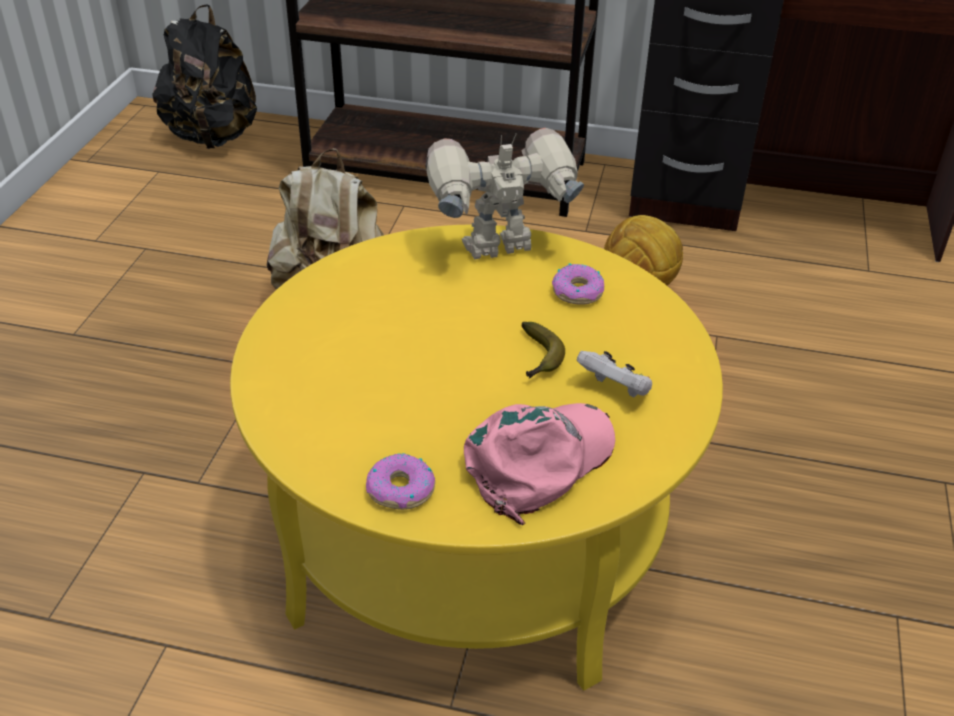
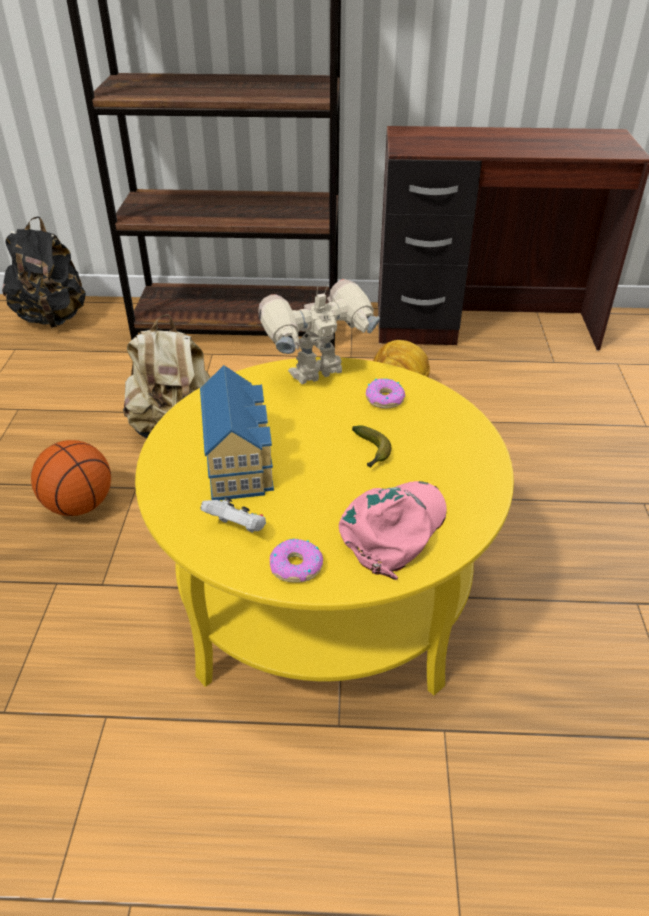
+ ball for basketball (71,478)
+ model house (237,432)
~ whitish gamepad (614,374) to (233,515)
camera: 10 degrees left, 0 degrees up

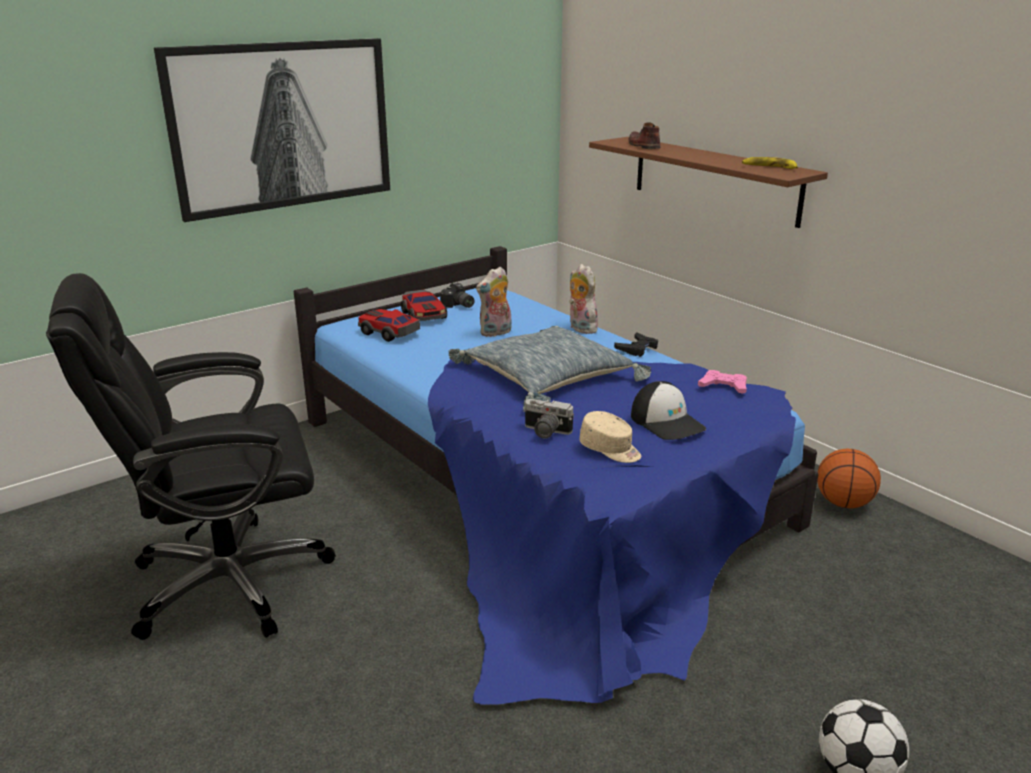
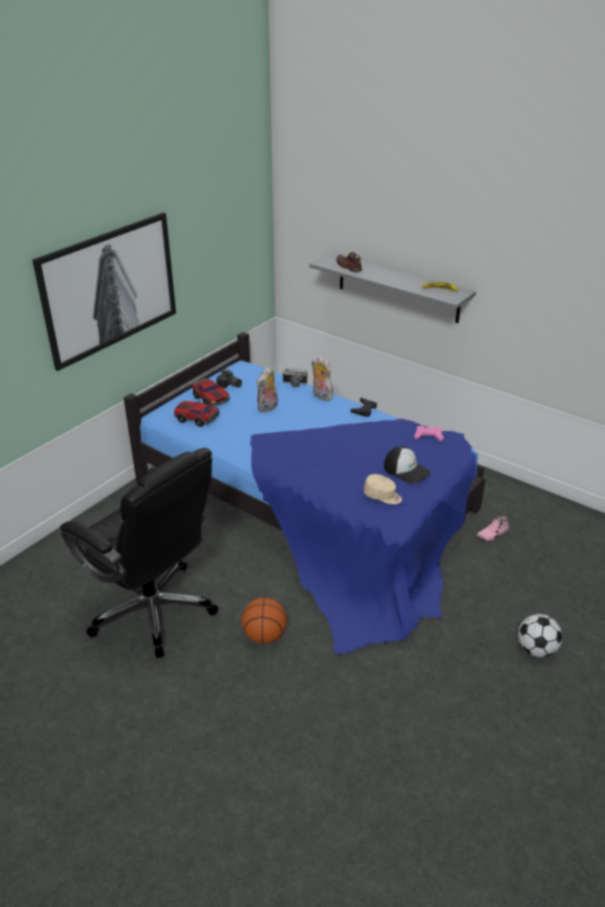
- pillow (549,367)
+ pink low shoe (492,528)
~ photo camera (548,419) to (294,377)
~ ball for basketball (849,478) to (264,620)
~ brown bracket shelf (708,182) to gray bracket shelf (392,288)
~ blackish office chair (191,456) = (139,553) 105 degrees counterclockwise
camera: 15 degrees left, 10 degrees up

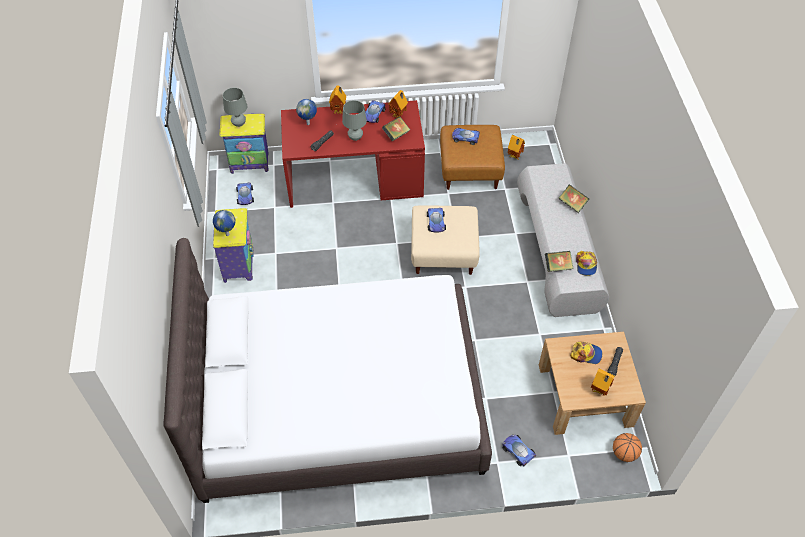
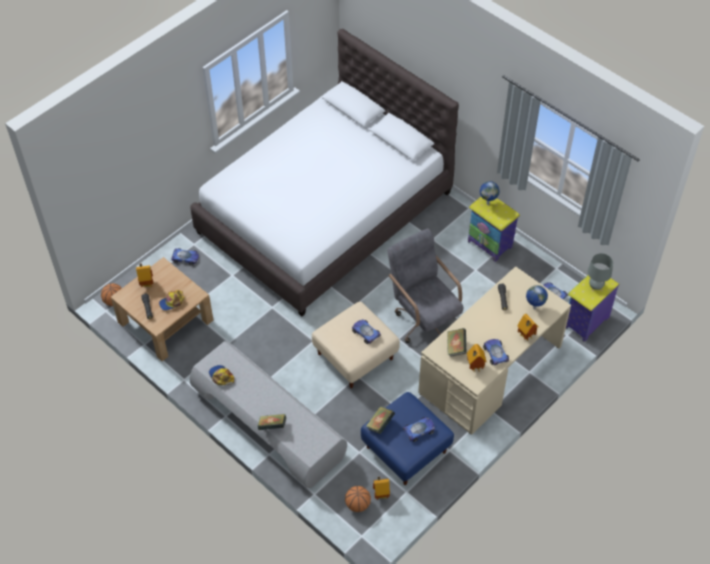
- gray tabletop lamp (354,120)
+ ball for basketball (358,499)
+ gray office chair (425,286)
~ volume (559,261) to (380,420)
~ reddish desk unit (353,154) to beige desk unit (494,350)
~ brown pouffe (472,157) to bluish pouffe (407,438)
camera: 140 degrees right, 0 degrees up

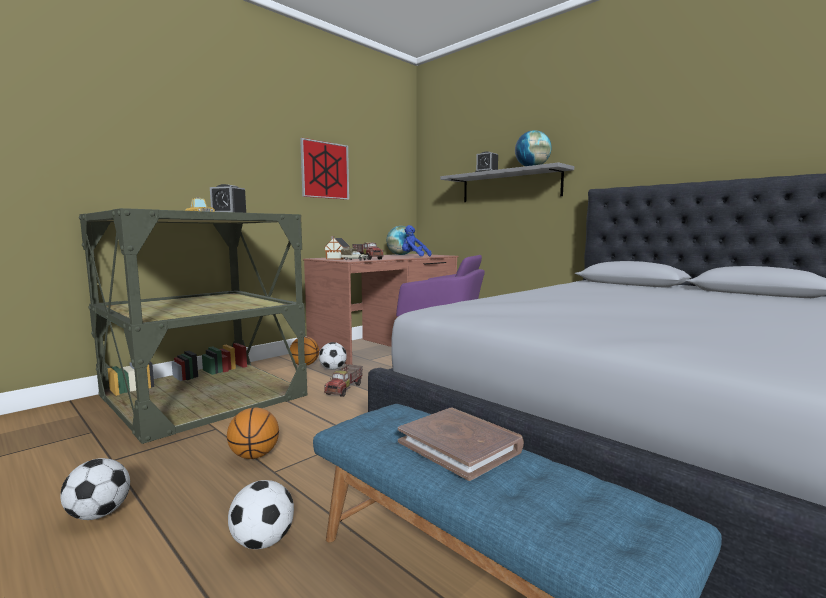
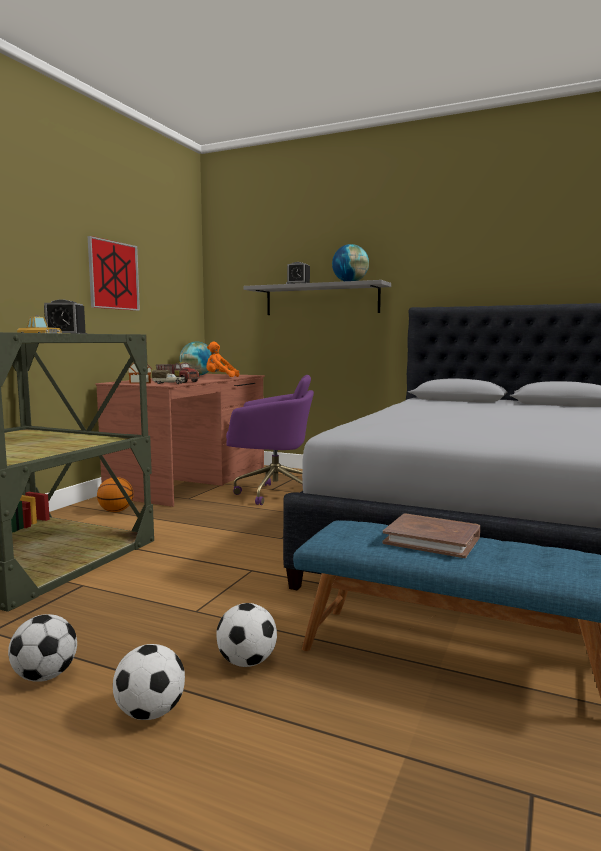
- ball for basketball (253,433)
- model truck (343,380)
~ football (333,356) to (149,682)
~ bluish cuddly toy (416,241) to orangey cuddly toy (222,359)
camera: 20 degrees left, 0 degrees up

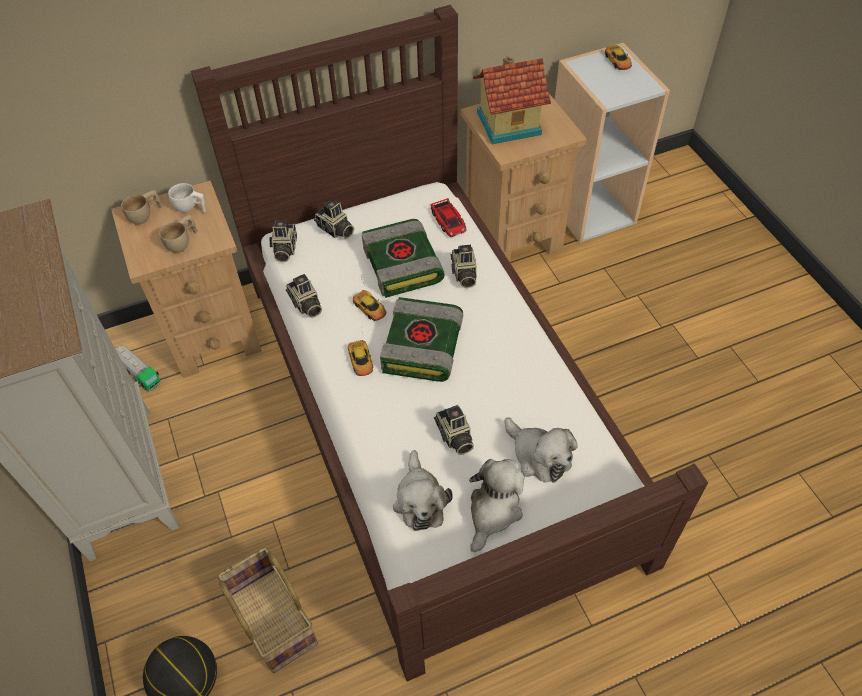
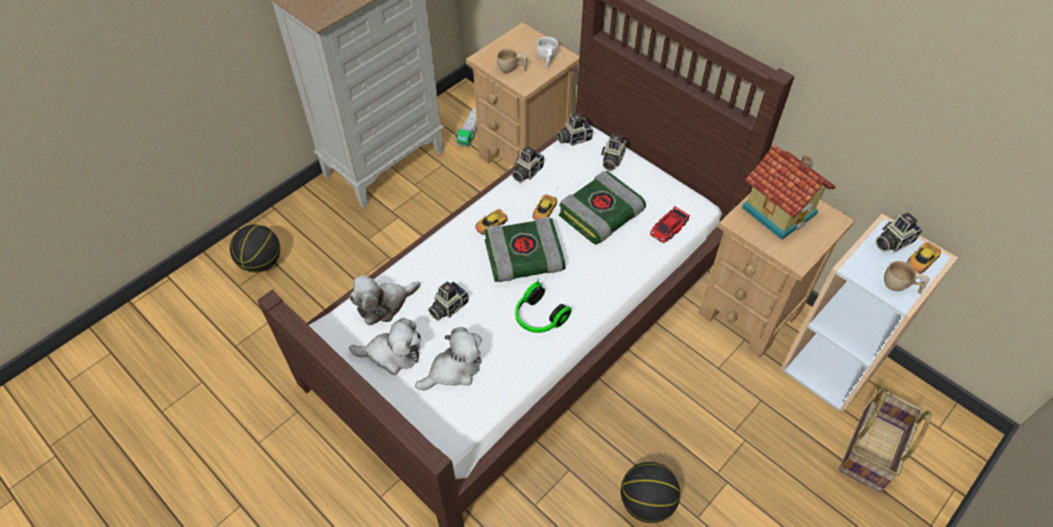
+ pair of headphones (543,306)
+ ball for basketball (650,492)
~ beige cup (142,207) to (907,277)
~ basket (267,610) to (885,440)
~ photo camera (464,266) to (899,232)
~ cuddly toy (541,450) = (448,358) 150 degrees counterclockwise
camera: 65 degrees right, 0 degrees up

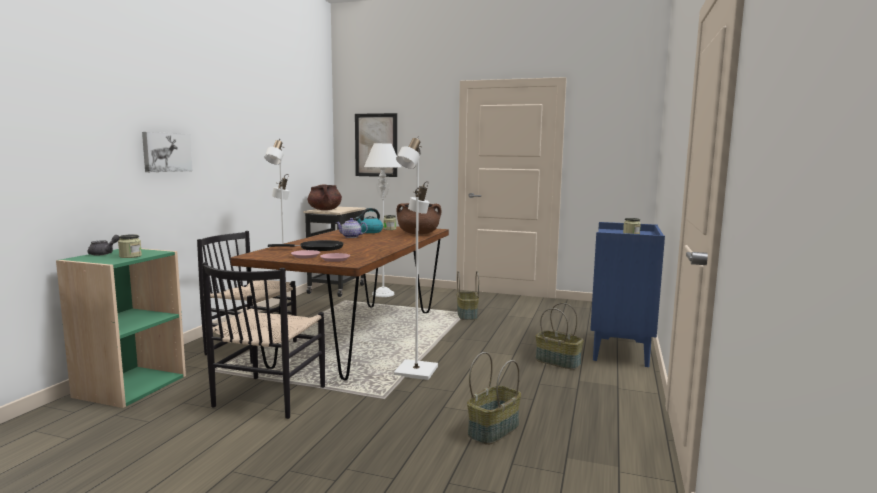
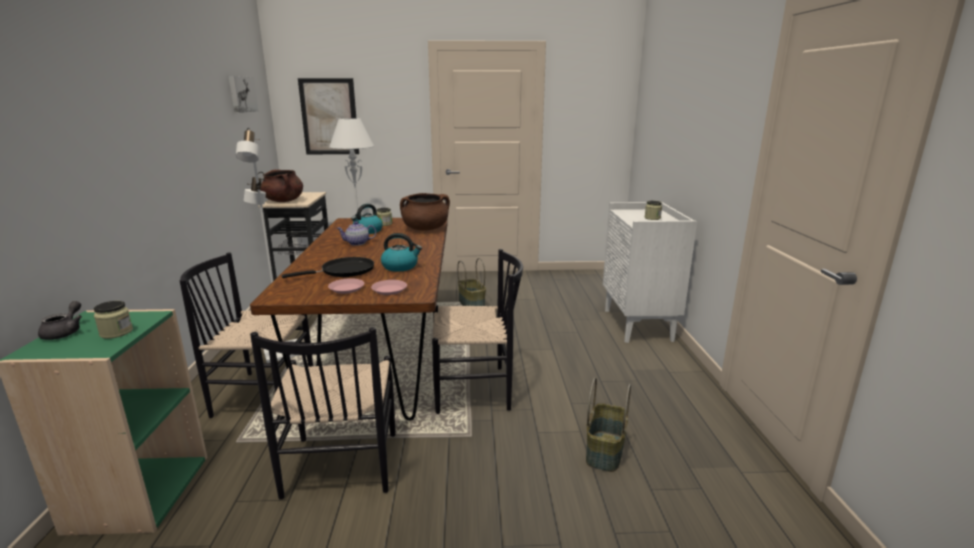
- basket (559,336)
+ water kettle (401,252)
~ wall art (167,152) to (243,94)
~ whitish standard lamp (416,258) to blackish upright chair (477,331)
~ bluish storage cabinet (627,294) to whitish storage cabinet (650,272)
camera: 20 degrees left, 10 degrees up

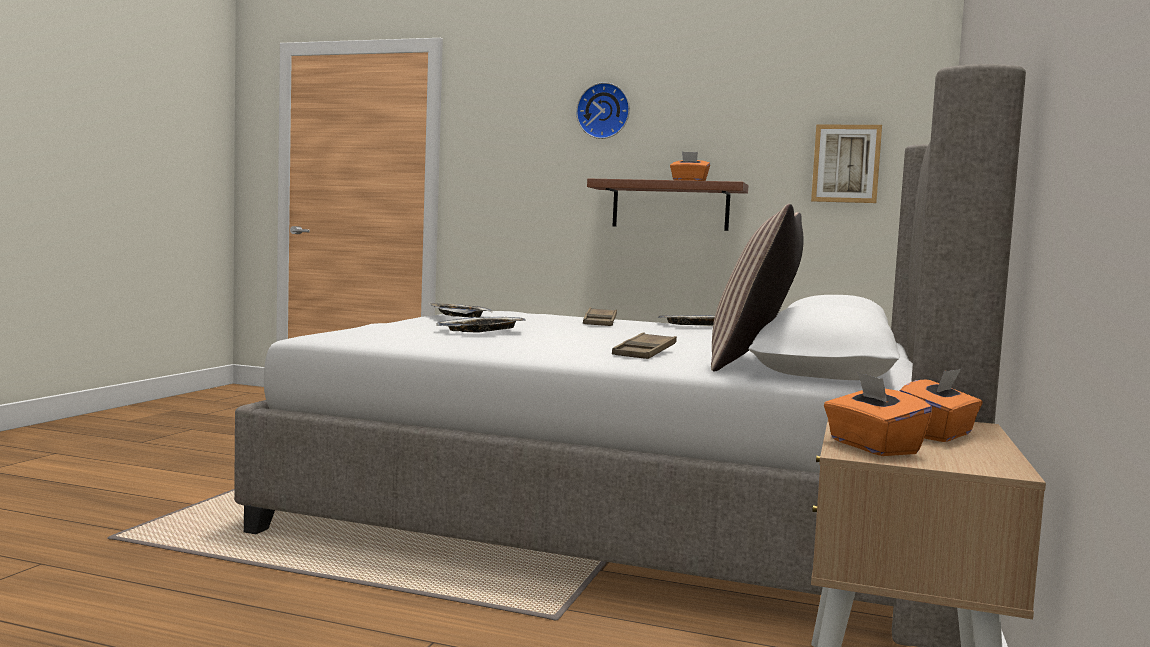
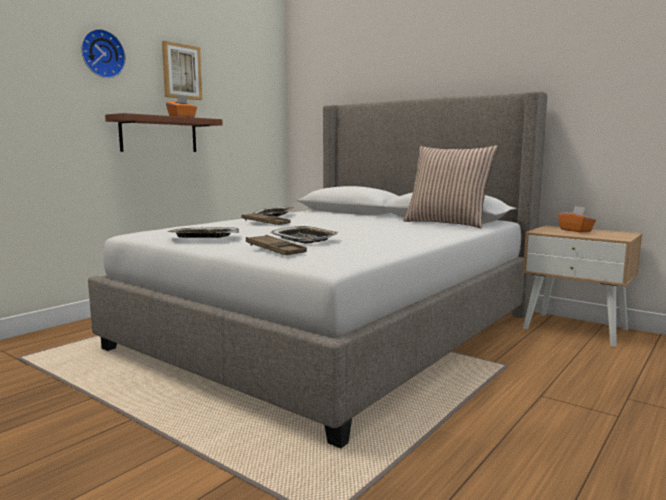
- orangey tissue box (878,414)
~ brown tray (644,346) to (276,245)
~ wall art (846,164) to (182,70)
camera: 70 degrees left, 5 degrees up

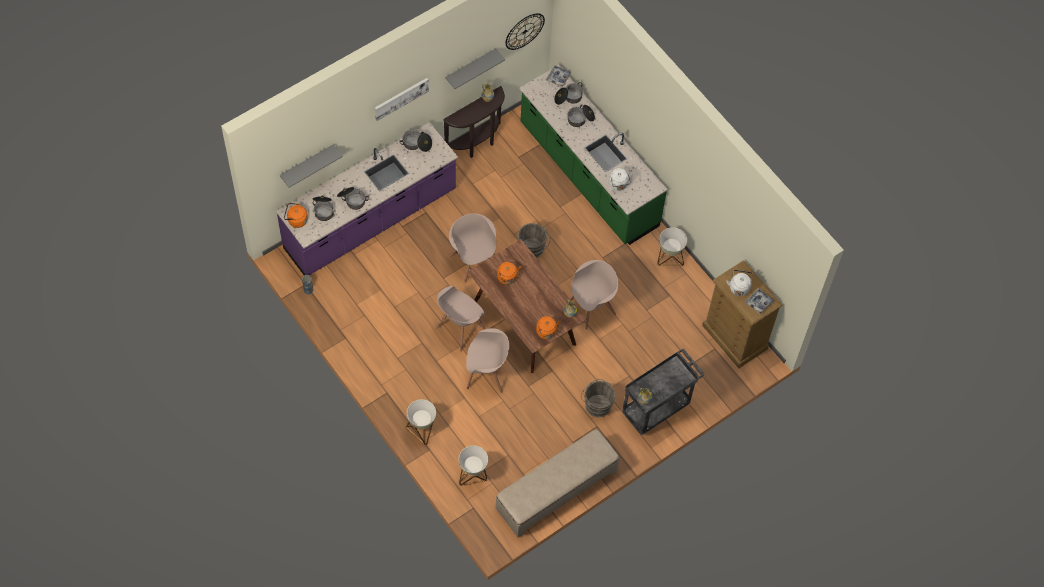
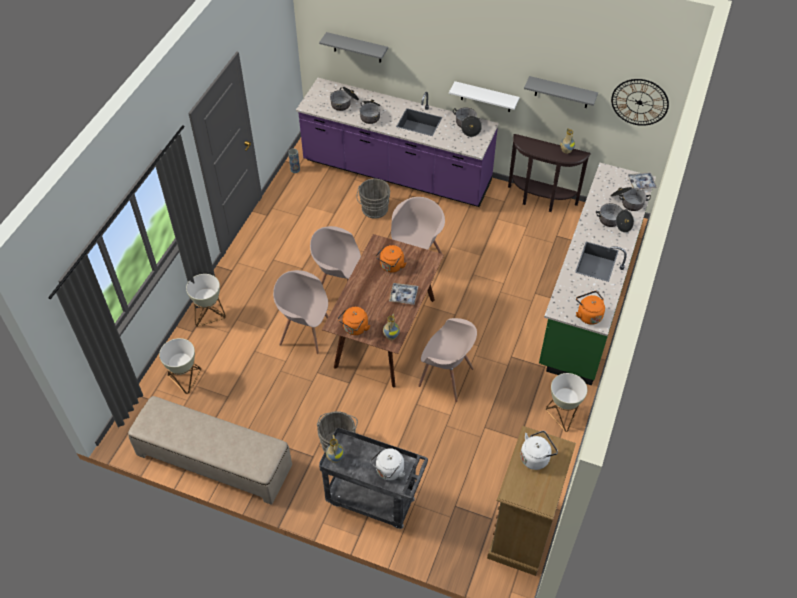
- wall art (402,99)
+ whitish bracket shelf (484,96)
~ orangey water kettle (296,215) to (590,308)
~ gray pail (534,240) to (373,199)
~ whitish water kettle (621,179) to (387,464)
~ tray (759,301) to (403,294)
~ beige upright chair (487,360) = (301,312) 135 degrees clockwise
camera: 60 degrees right, 10 degrees down

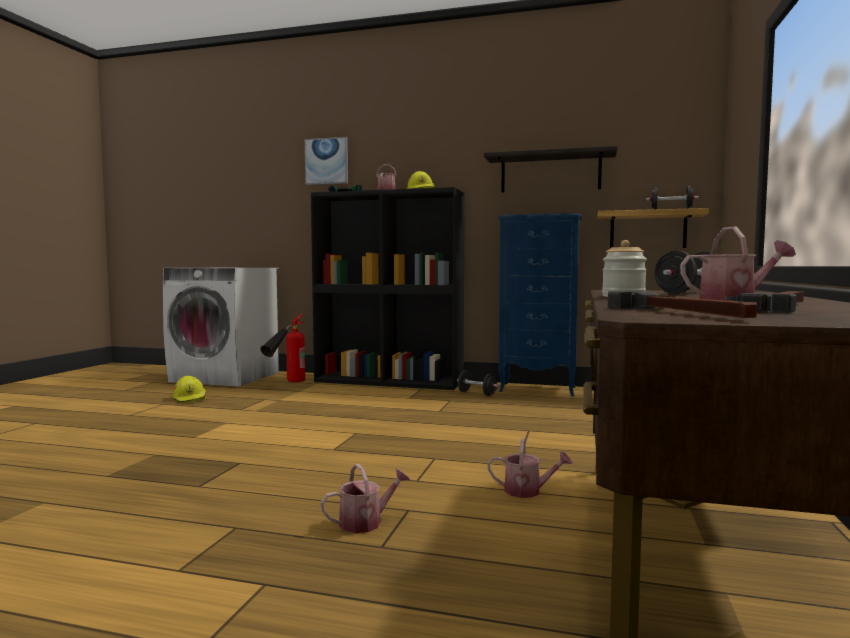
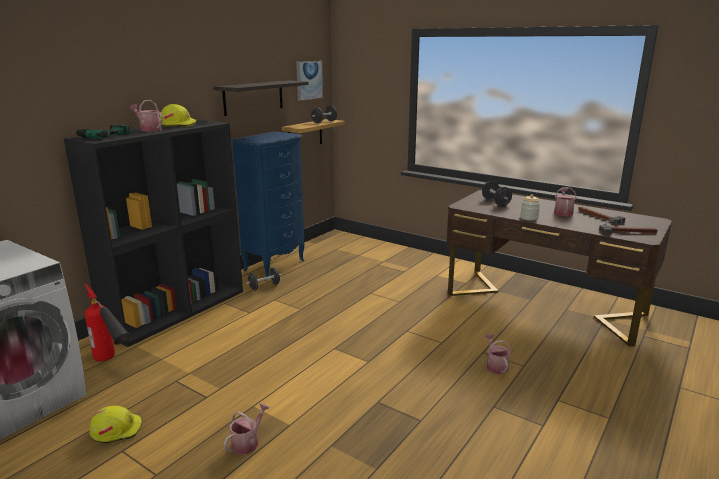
~ wall art (326,161) to (309,81)
~ watering pot (530,468) to (246,429)
camera: 70 degrees left, 15 degrees up

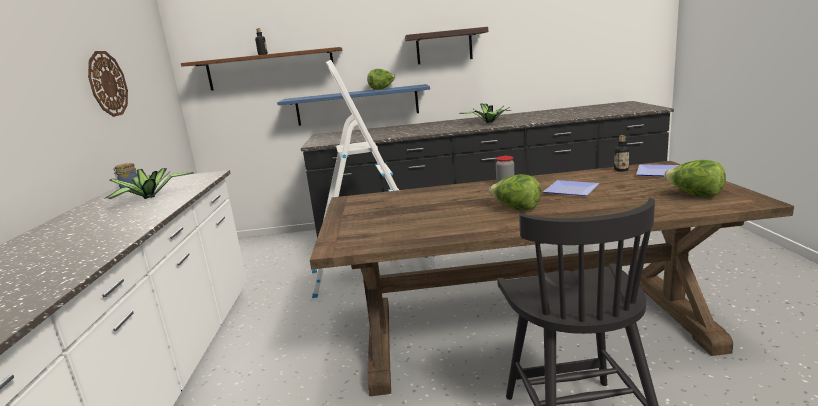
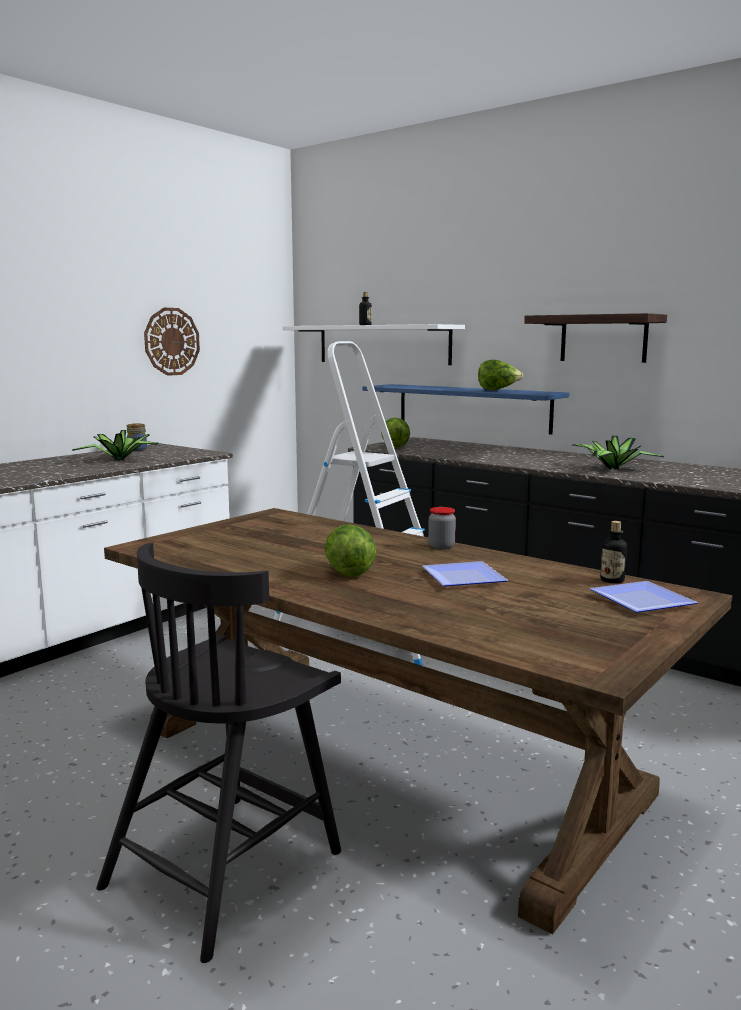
~ head of lettuce (695,178) to (395,433)
~ brown bracket shelf (261,69) to whitish bracket shelf (374,344)
camera: 40 degrees right, 5 degrees down

